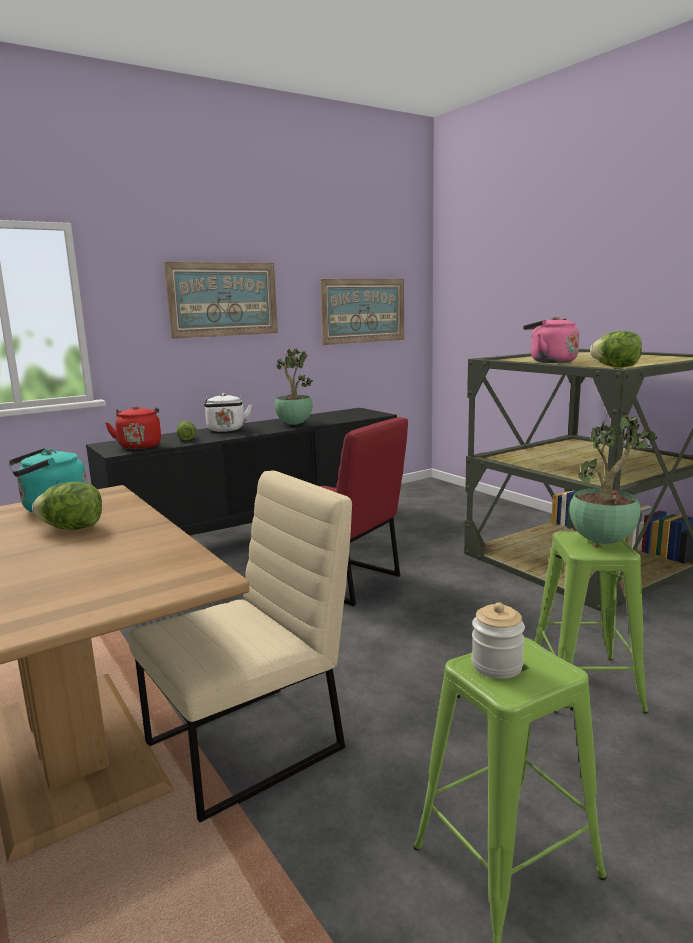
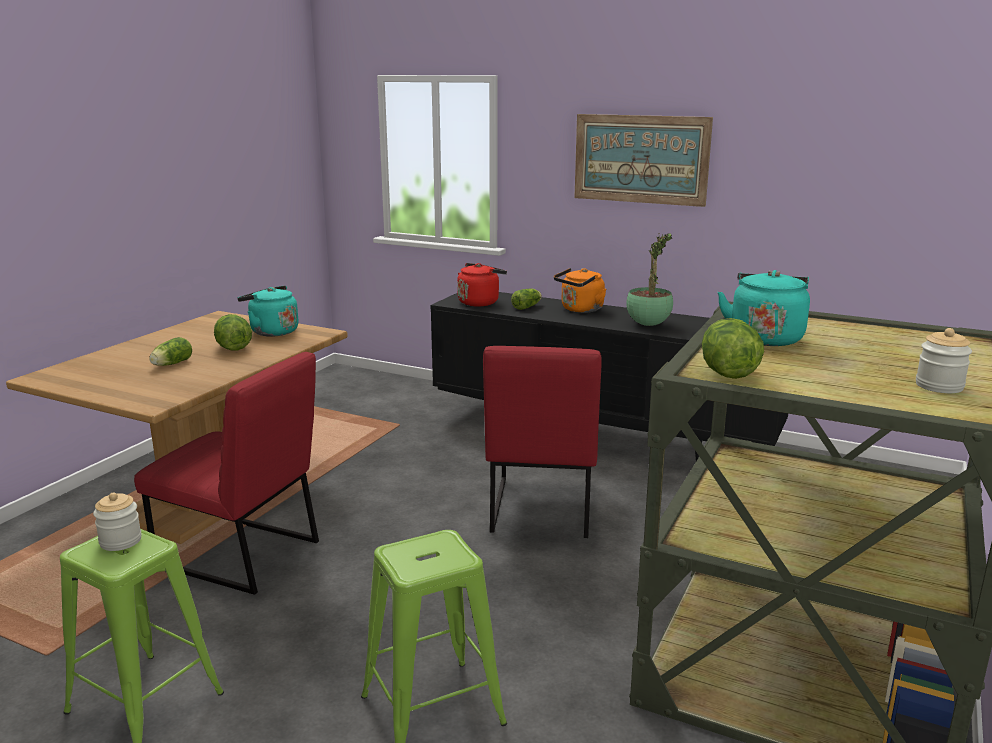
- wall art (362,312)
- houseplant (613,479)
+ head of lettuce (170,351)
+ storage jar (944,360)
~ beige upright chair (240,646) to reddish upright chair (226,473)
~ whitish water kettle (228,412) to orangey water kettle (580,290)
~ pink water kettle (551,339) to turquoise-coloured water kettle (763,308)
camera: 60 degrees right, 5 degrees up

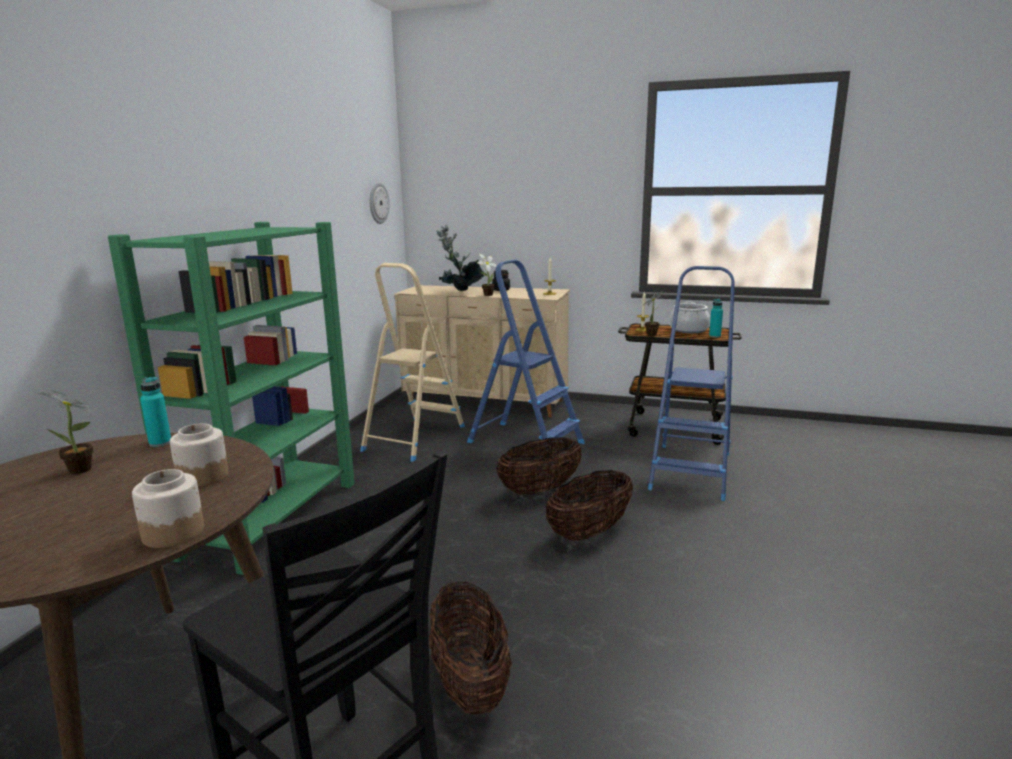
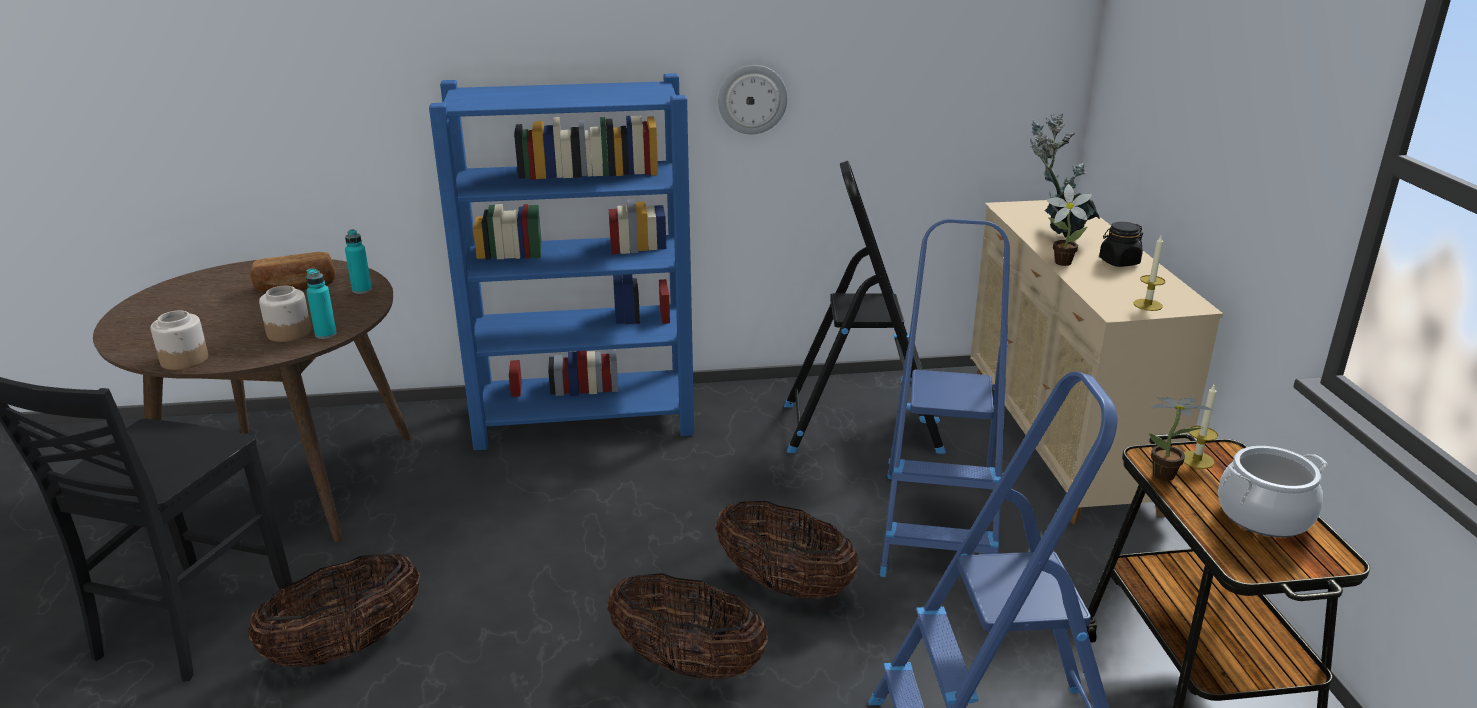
~ hanging clock (380,203) to (753,99)
~ turquoise-coloured beverage bottle (716,318) to (321,303)
~ houseplant (66,432) to bread (293,272)
~ green-coloured bookshelf (231,398) to bluish bookshelf (561,261)
~ beige step ladder (412,362) to blackish step ladder (865,307)
camera: 65 degrees right, 10 degrees up

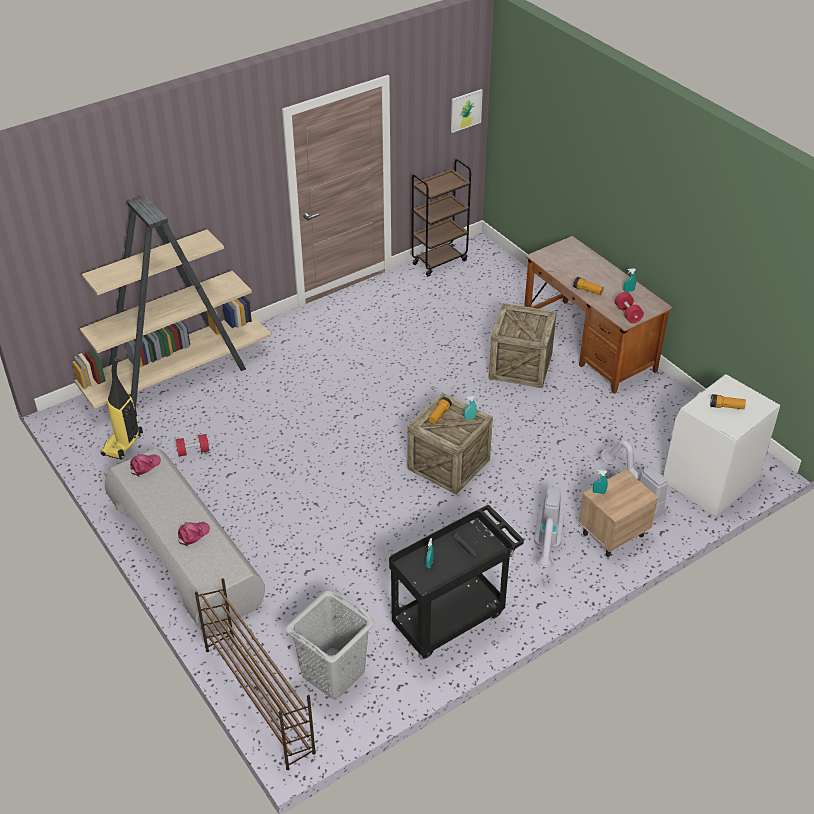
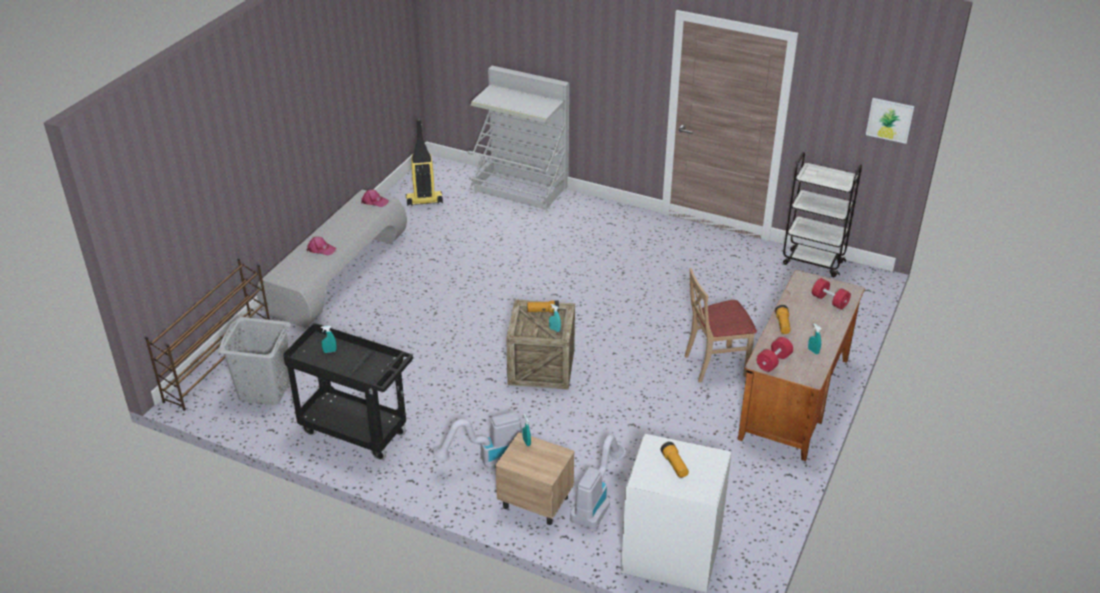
~ reddish free weight (192,445) to (831,293)
~ beige bookshelf (171,303) to whitish shoe stand (518,139)
~ crate (522,345) to beige upright chair (721,325)
~ brown wheeled cart (441,217) to whitish wheeled cart (822,214)
camera: 60 degrees right, 5 degrees down

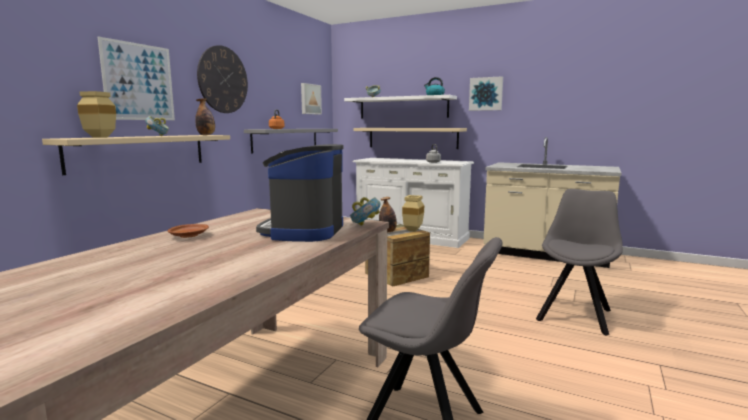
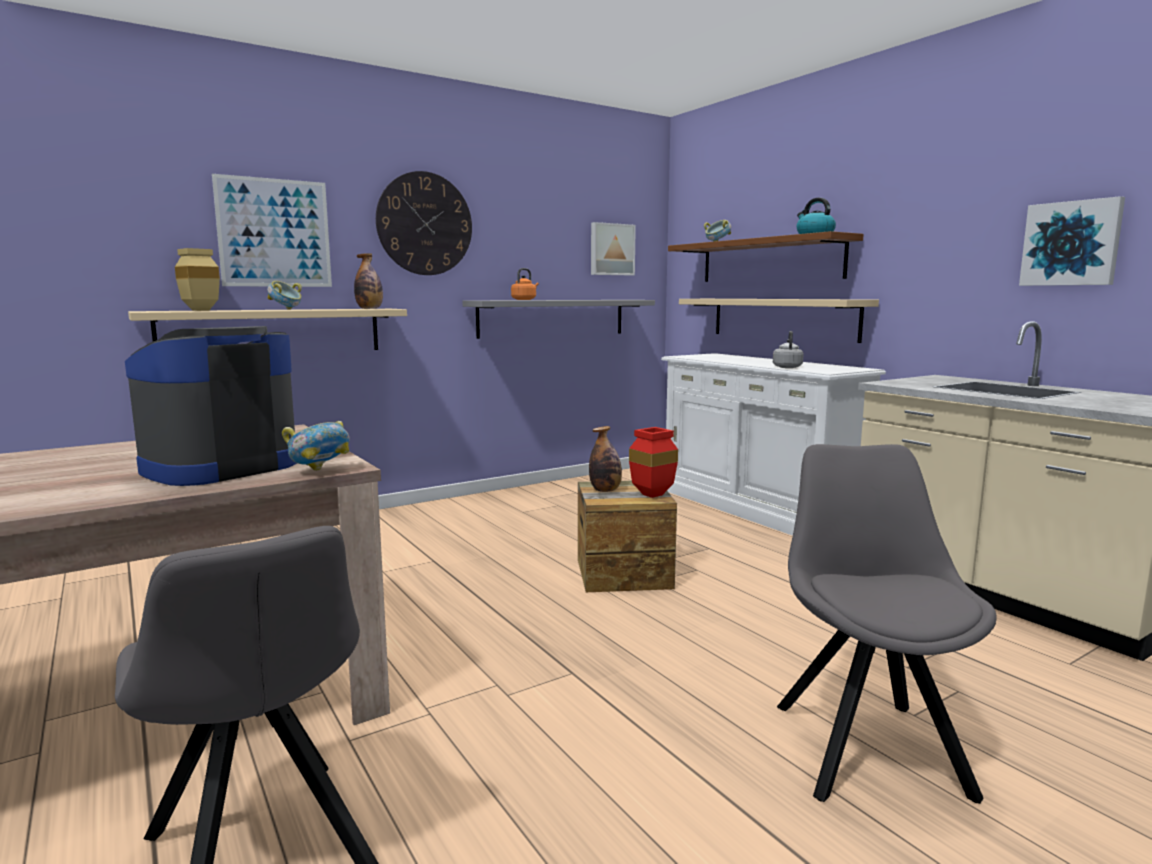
- brown plate (188,231)
~ wall art (486,93) to (1072,241)
~ whitish bracket shelf (400,107) to brown bracket shelf (766,256)
~ beige decorative vase (413,213) to reddish decorative vase (653,462)
~ gray upright chair (579,262) = (887,624) 60 degrees counterclockwise
camera: 30 degrees right, 0 degrees up

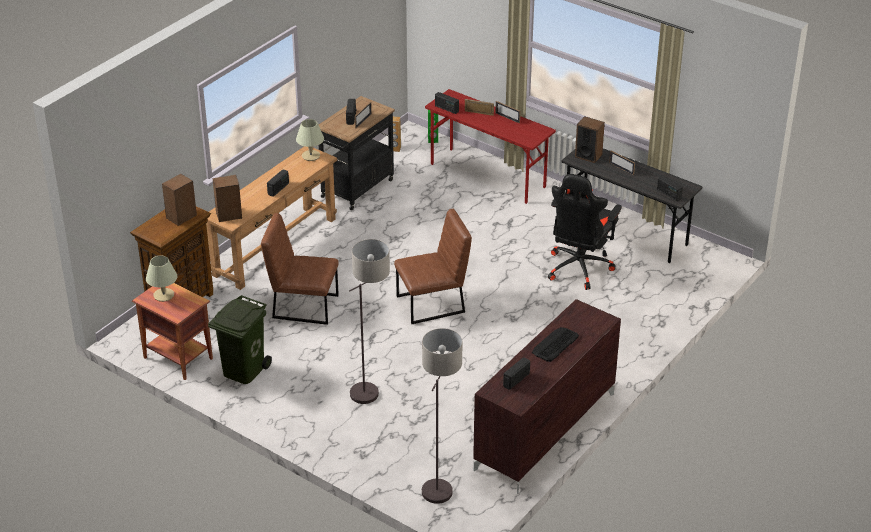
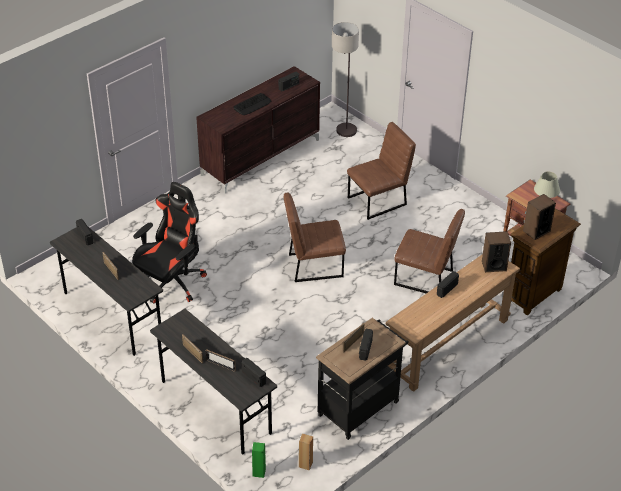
- green-coloured trash can (240,339)
- beige tabletop lamp (310,140)
- speaker (590,139)
~ gray standard lamp (369,321) to brown upright chair (381,171)
~ reddish desk unit (490,146) to gray desk unit (213,381)
camera: 170 degrees left, 5 degrees up

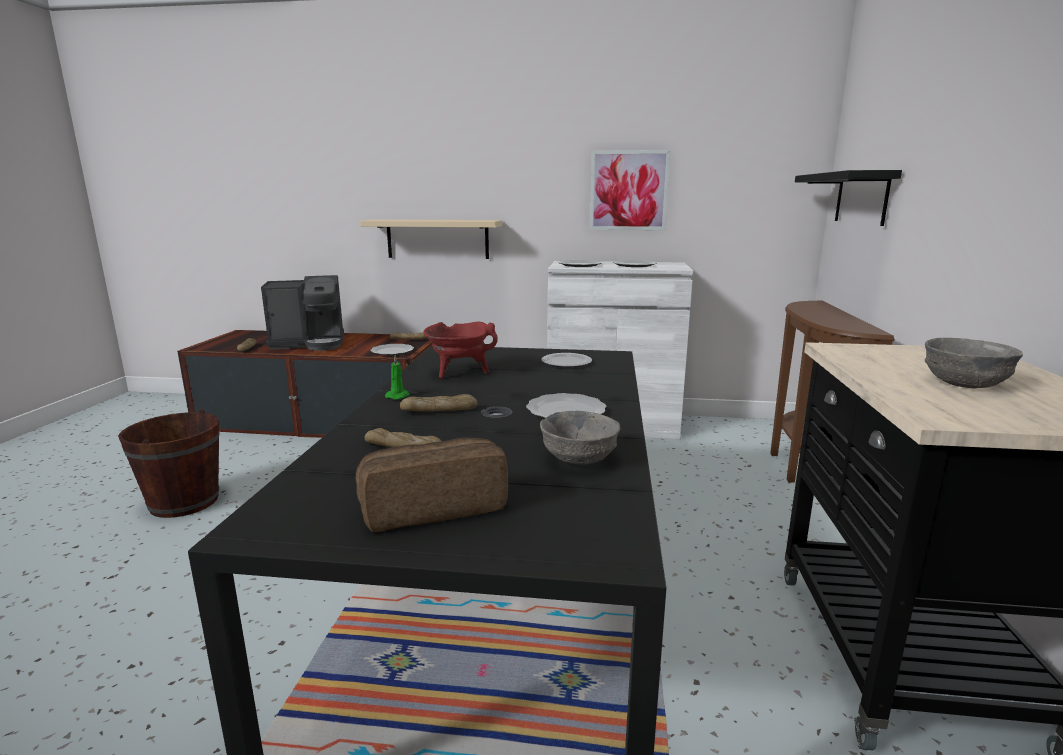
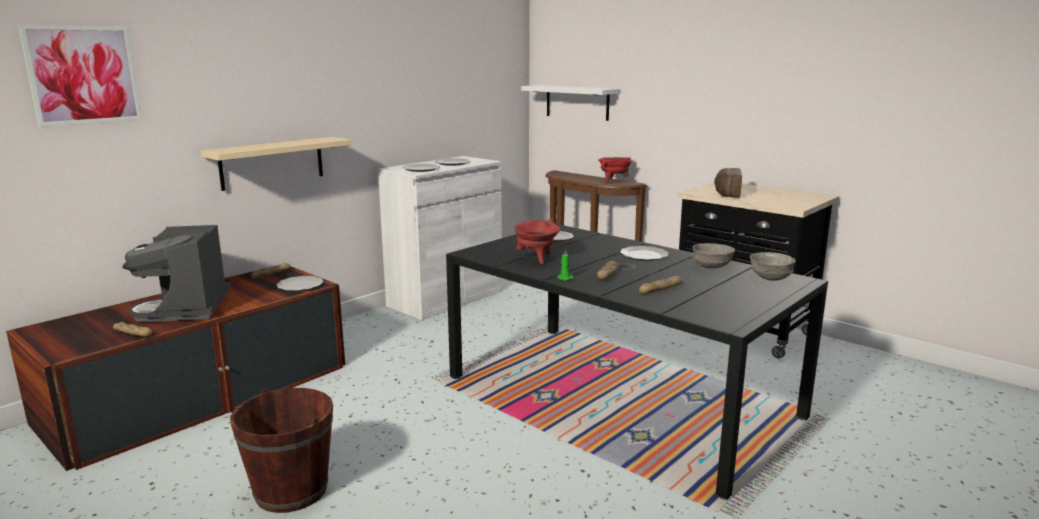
+ reddish saucepot (615,170)
~ bread (431,485) to (728,183)
~ wall art (630,190) to (80,76)
~ gray serving bowl (974,363) to (773,266)
~ blackish bracket shelf (848,198) to whitish bracket shelf (570,103)
~ coffee maker (302,313) = (177,273) 150 degrees clockwise
camera: 55 degrees left, 0 degrees up

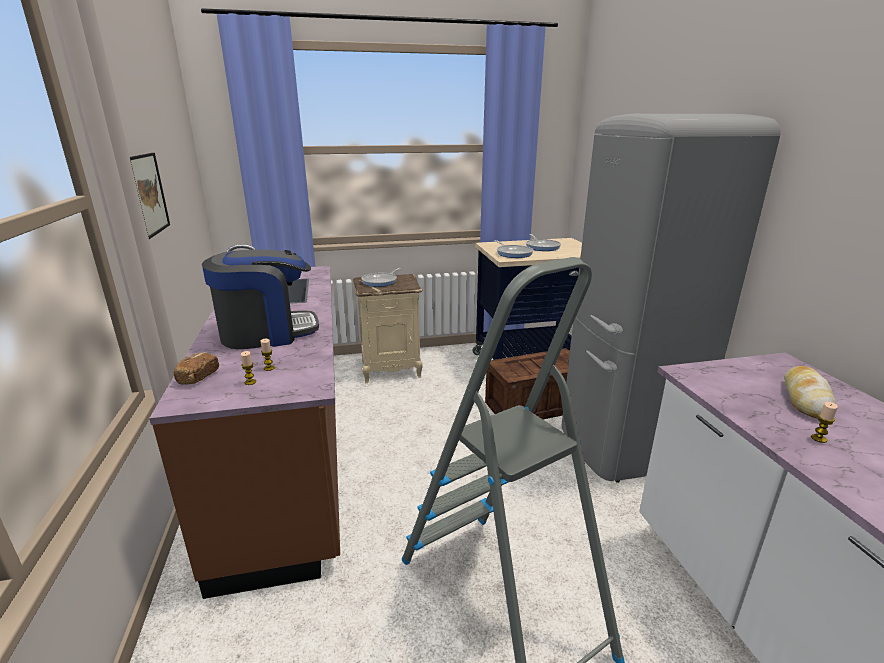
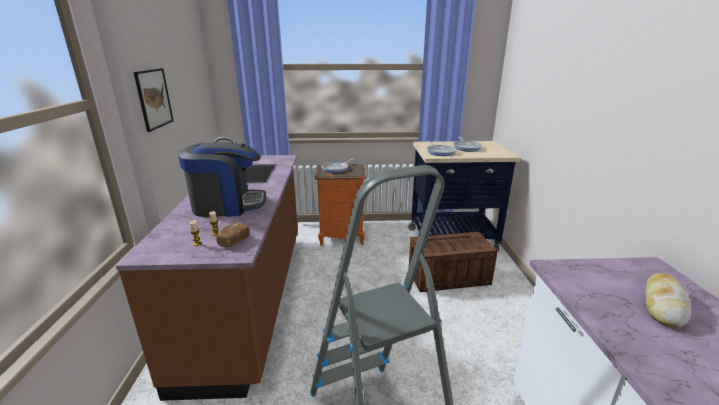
- gray refrigerator (670,298)
- wax candle (824,422)
~ bread (196,368) to (233,235)
~ beige night table (388,328) to orangey night table (340,205)
camera: 10 degrees right, 0 degrees up

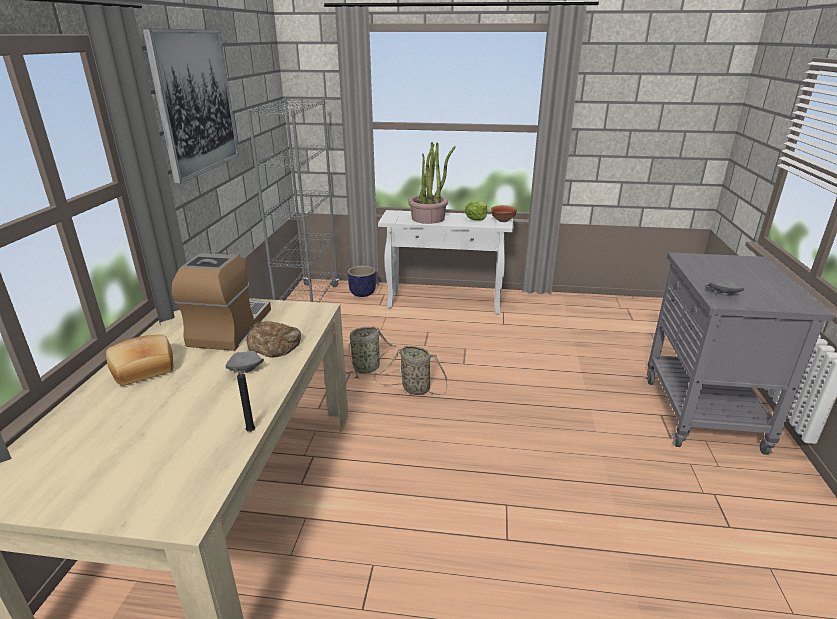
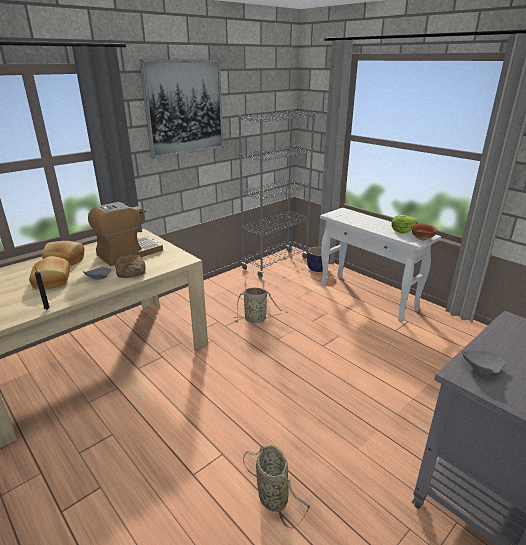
- houseplant (432,183)
+ bread (49,272)
~ basket (410,370) to (277,487)
camera: 40 degrees right, 0 degrees up

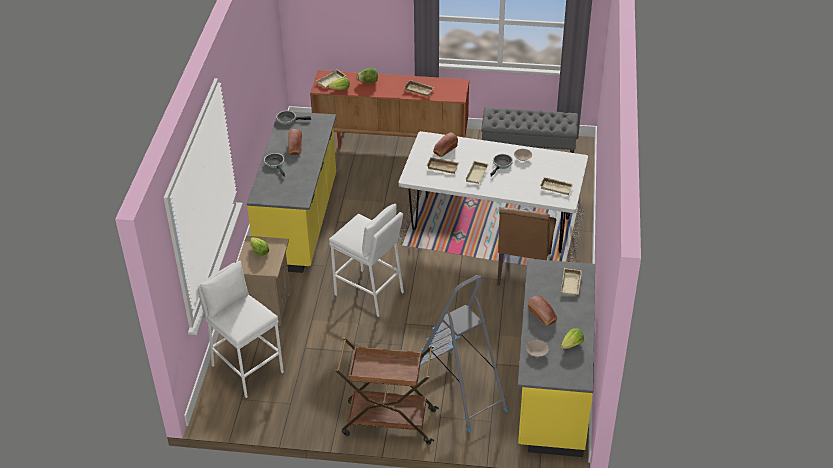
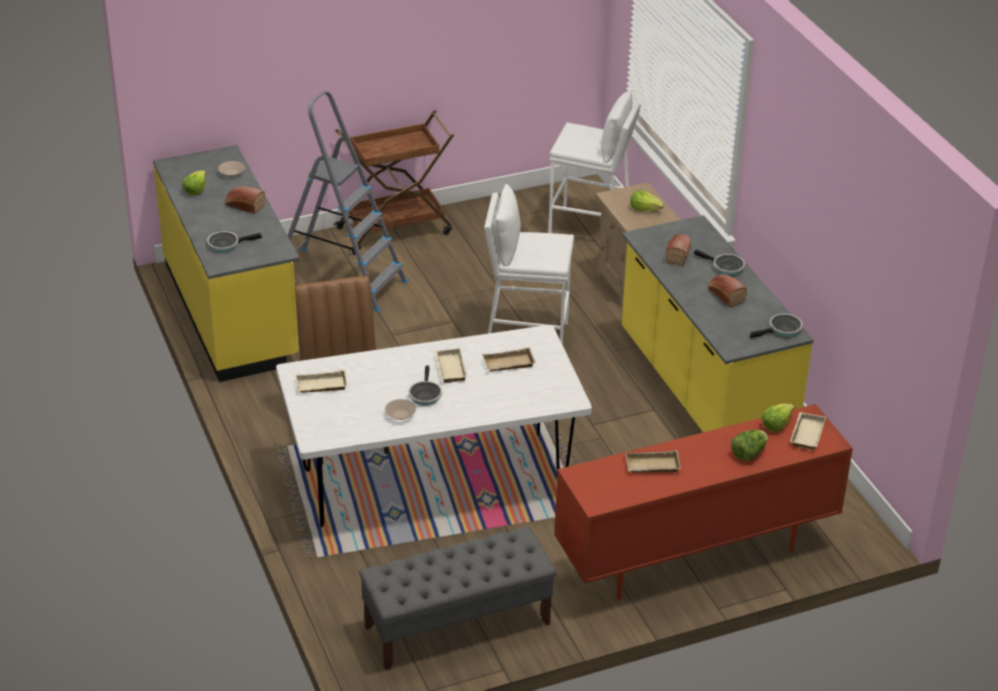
~ bread (445,145) to (678,250)
~ beige tray (571,281) to frying pan (234,242)
camera: 150 degrees right, 5 degrees down

